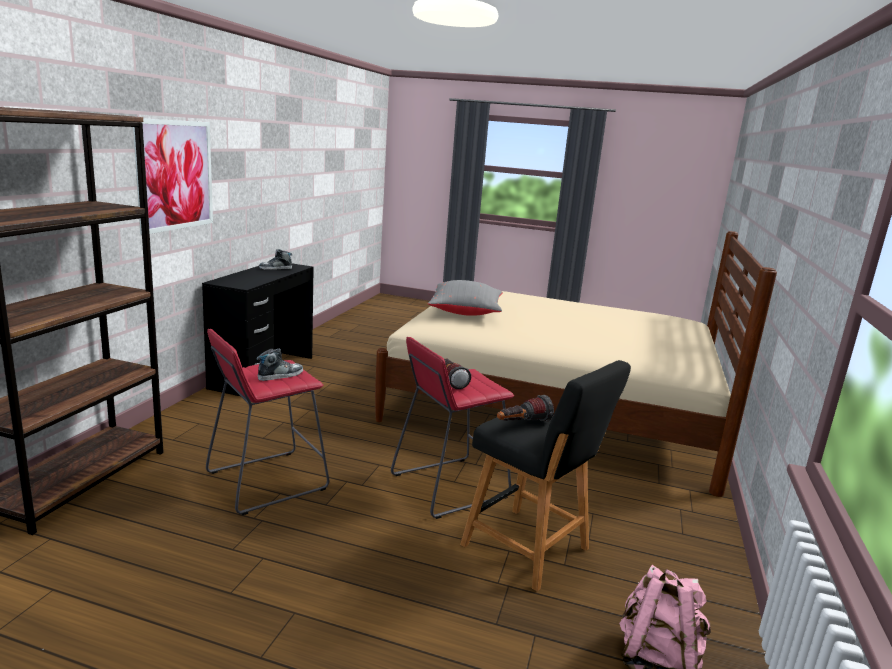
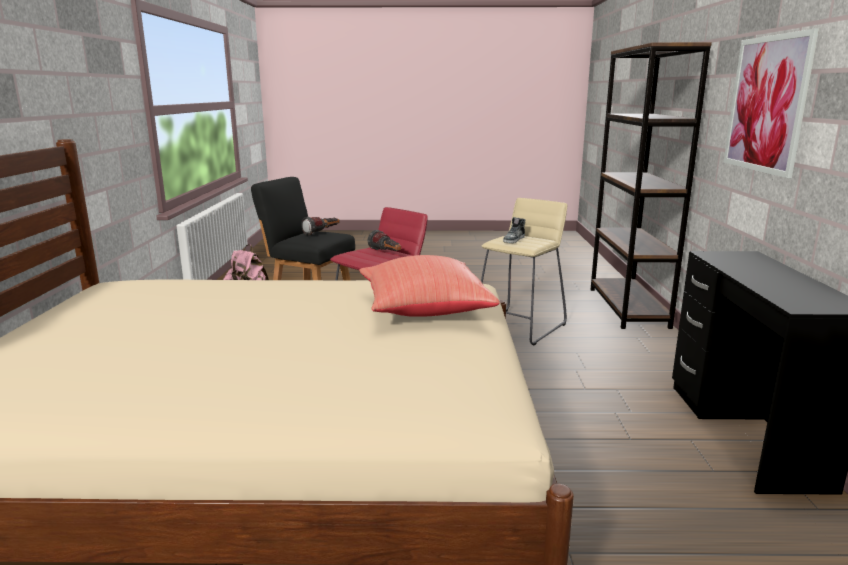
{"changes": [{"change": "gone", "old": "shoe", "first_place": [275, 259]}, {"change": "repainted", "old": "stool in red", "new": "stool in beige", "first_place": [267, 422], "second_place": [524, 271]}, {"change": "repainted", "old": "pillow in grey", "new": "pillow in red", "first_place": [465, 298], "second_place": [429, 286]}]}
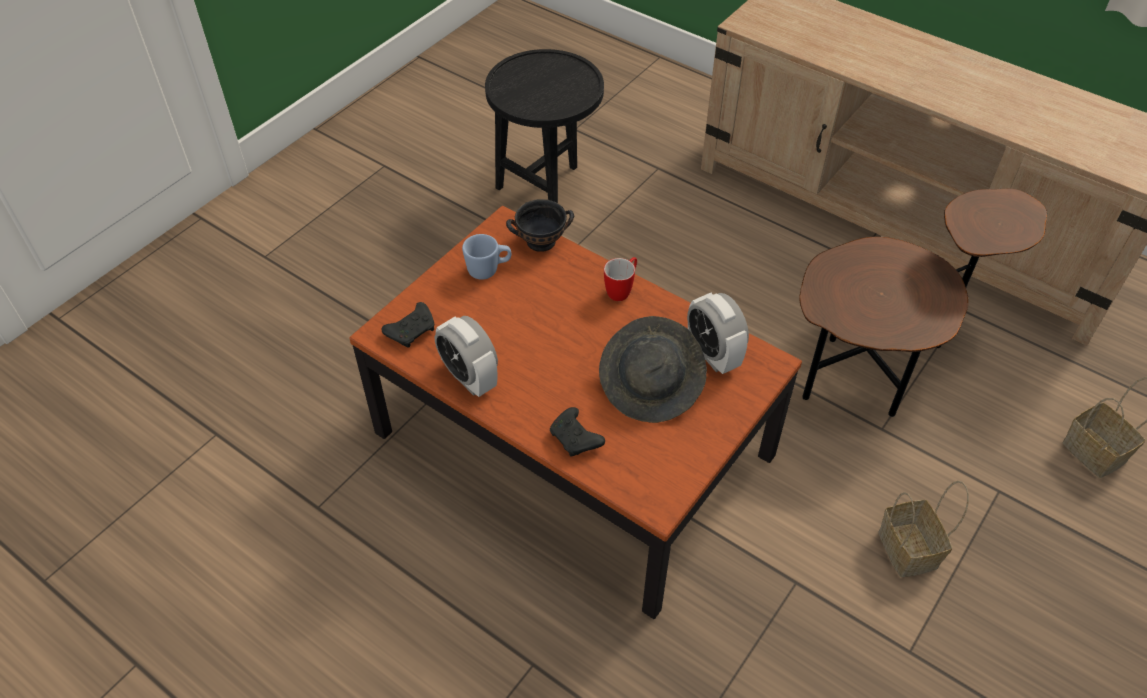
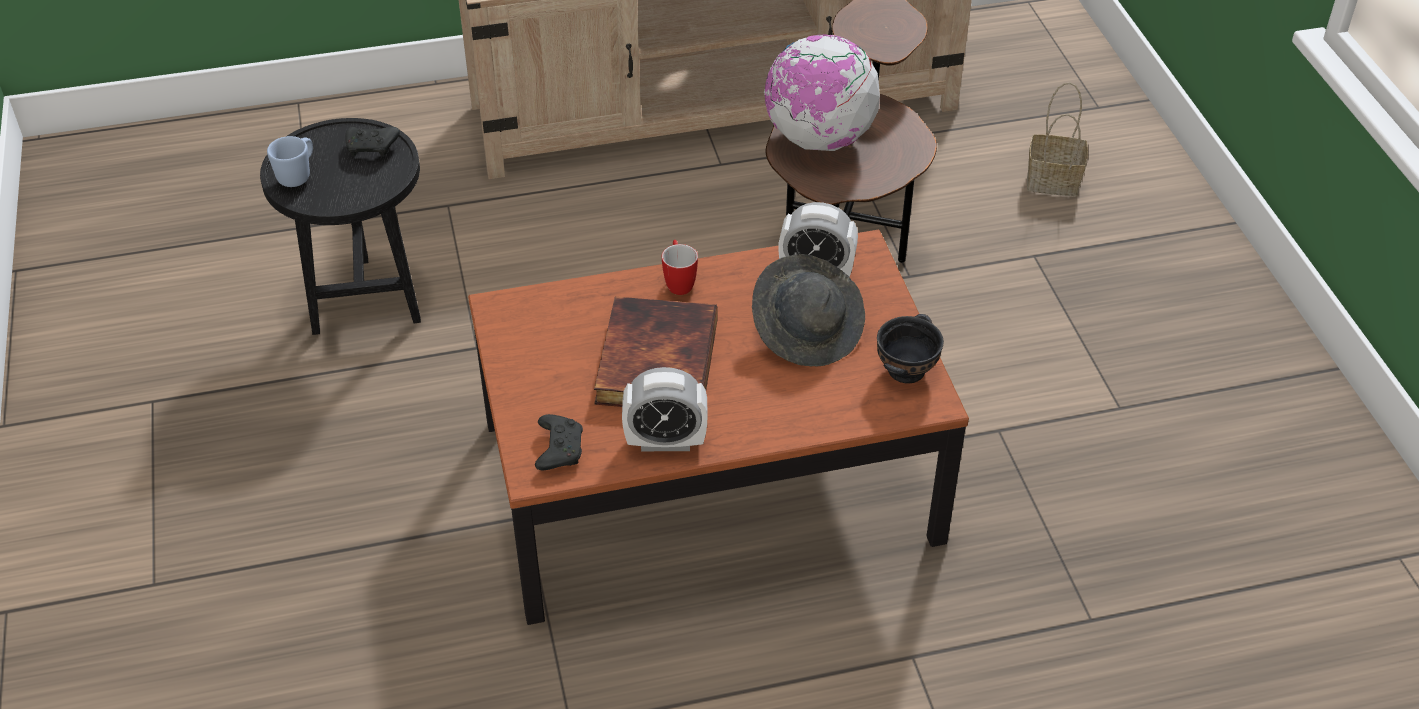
{"changes": [{"change": "gone", "old": "basket", "first_place": [923, 529]}, {"change": "new", "new": "book", "second_place": [656, 352]}, {"change": "new", "new": "globe", "second_place": [822, 92]}, {"change": "shifted", "old": "mug in blue", "first_place": [486, 257], "second_place": [290, 161]}, {"change": "shifted", "old": "bowl in black", "first_place": [540, 225], "second_place": [910, 348]}, {"change": "shifted", "old": "game controller in black", "first_place": [577, 432], "second_place": [372, 142]}]}
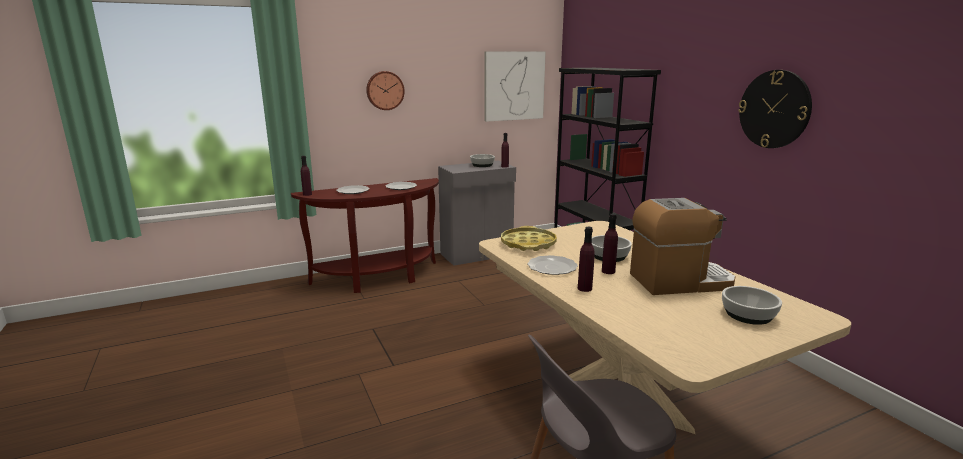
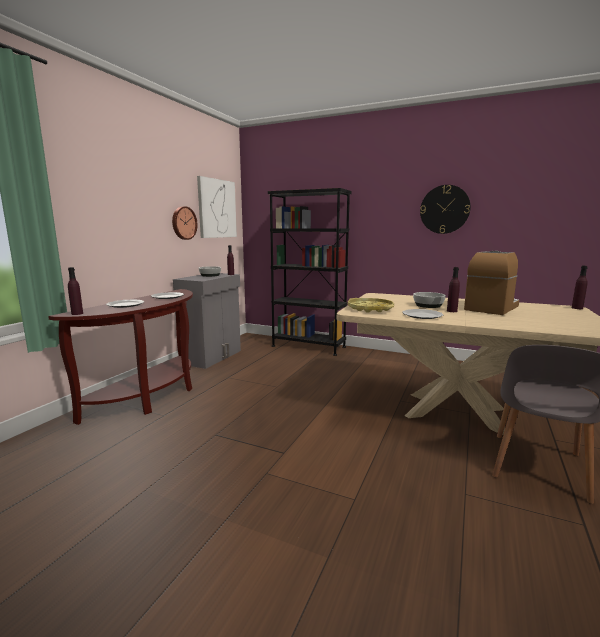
{"changes": [{"change": "gone", "old": "bowl", "first_place": [752, 305]}, {"change": "shifted", "old": "wall clock", "first_place": [385, 90], "second_place": [185, 223]}, {"change": "shifted", "old": "bottle in purple", "first_place": [586, 259], "second_place": [580, 287]}]}
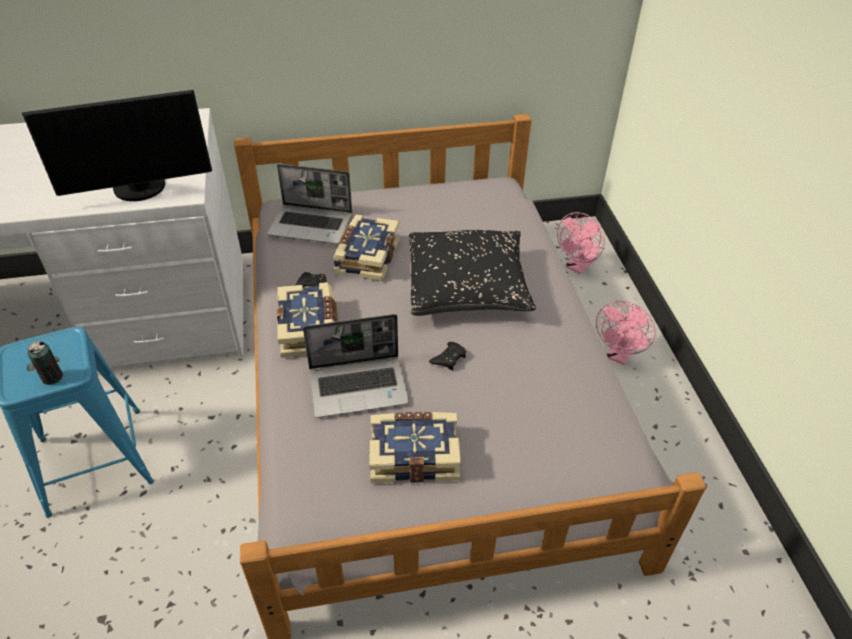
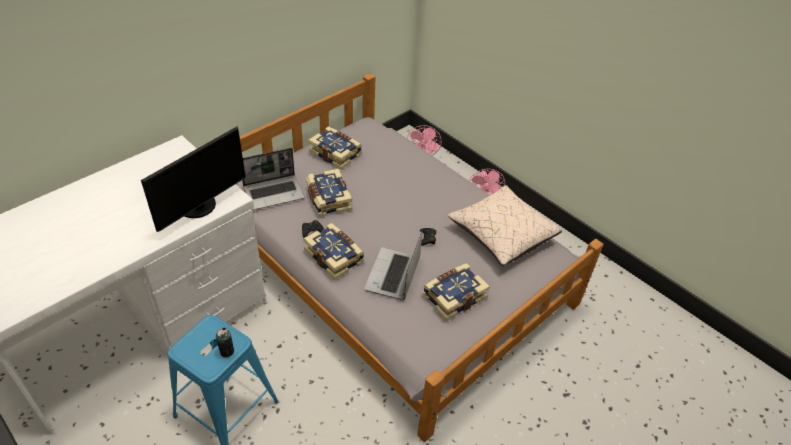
{"changes": [{"change": "gone", "old": "pillow in black", "first_place": [472, 273]}, {"change": "new", "new": "book", "second_place": [335, 148]}, {"change": "new", "new": "pillow in beige", "second_place": [505, 225]}, {"change": "rotated", "old": "laptop", "first_place": [356, 366], "second_place": [393, 265], "degrees": 150}]}
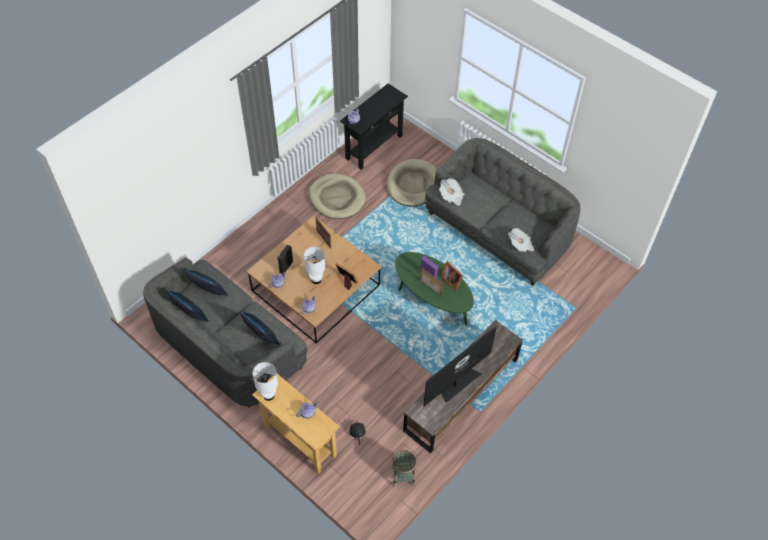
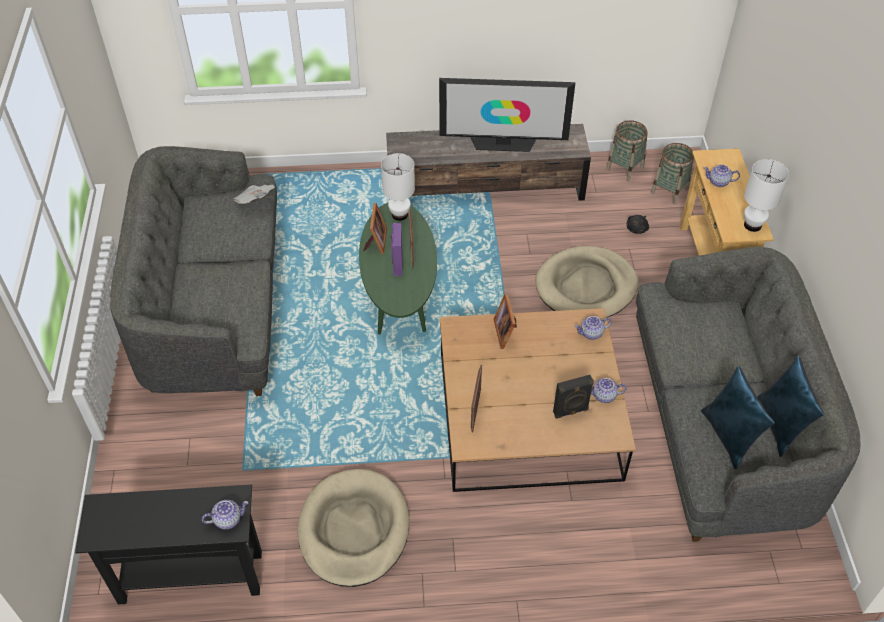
{"changes": [{"change": "gone", "old": "pillow in blue", "first_place": [259, 327]}, {"change": "gone", "old": "newspaper", "first_place": [451, 192]}, {"change": "new", "new": "basket", "second_place": [672, 174]}, {"change": "shifted", "old": "table lamp in white", "first_place": [314, 265], "second_place": [398, 187]}, {"change": "shifted", "old": "dog bed in beige", "first_place": [412, 183], "second_place": [587, 282]}]}
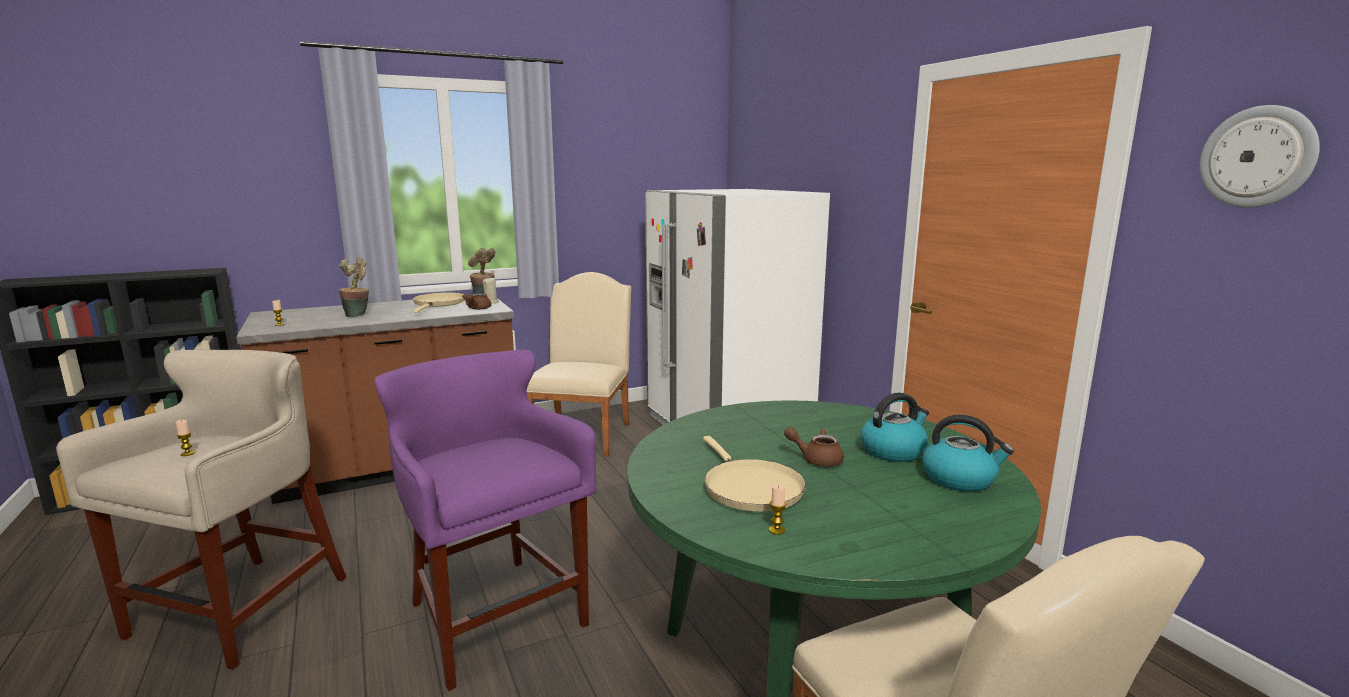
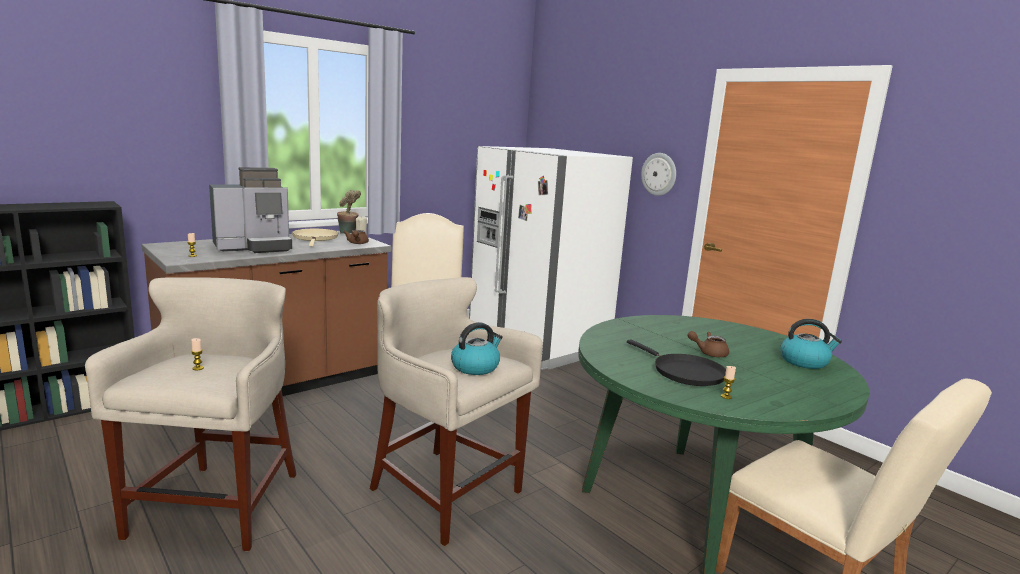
{"changes": [{"change": "shifted", "old": "kettle", "first_place": [894, 427], "second_place": [477, 348]}, {"change": "shifted", "old": "wall clock", "first_place": [1259, 156], "second_place": [658, 174]}, {"change": "swapped", "old": "potted plant", "new": "coffee machine", "first_place": [354, 287], "second_place": [250, 210]}, {"change": "repainted", "old": "stool in purple", "new": "stool in beige", "first_place": [485, 520], "second_place": [456, 411]}, {"change": "repainted", "old": "frying pan in beige", "new": "frying pan in black", "first_place": [754, 473], "second_place": [676, 363]}]}
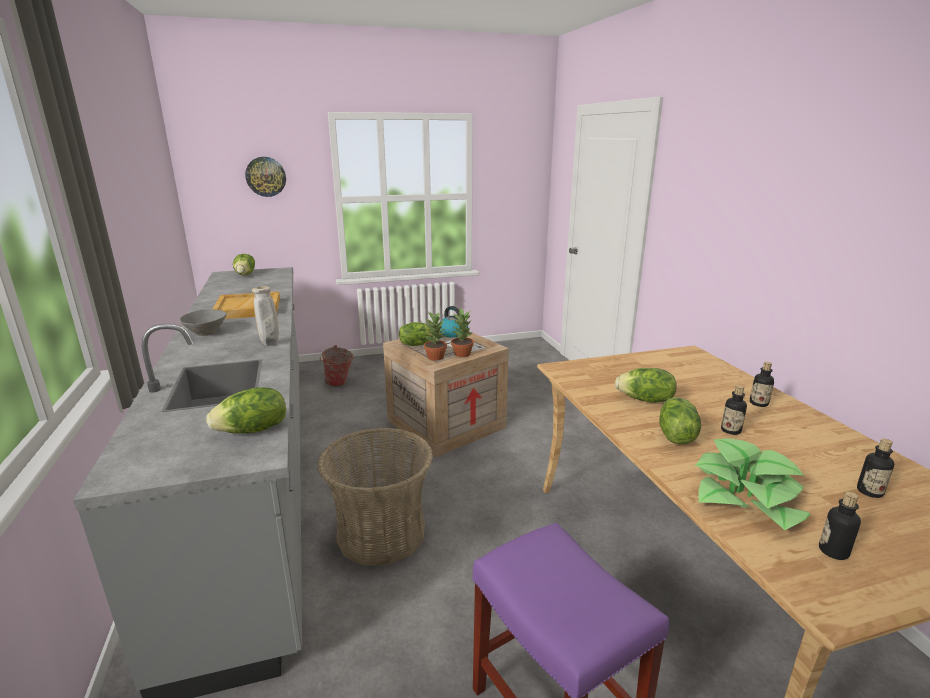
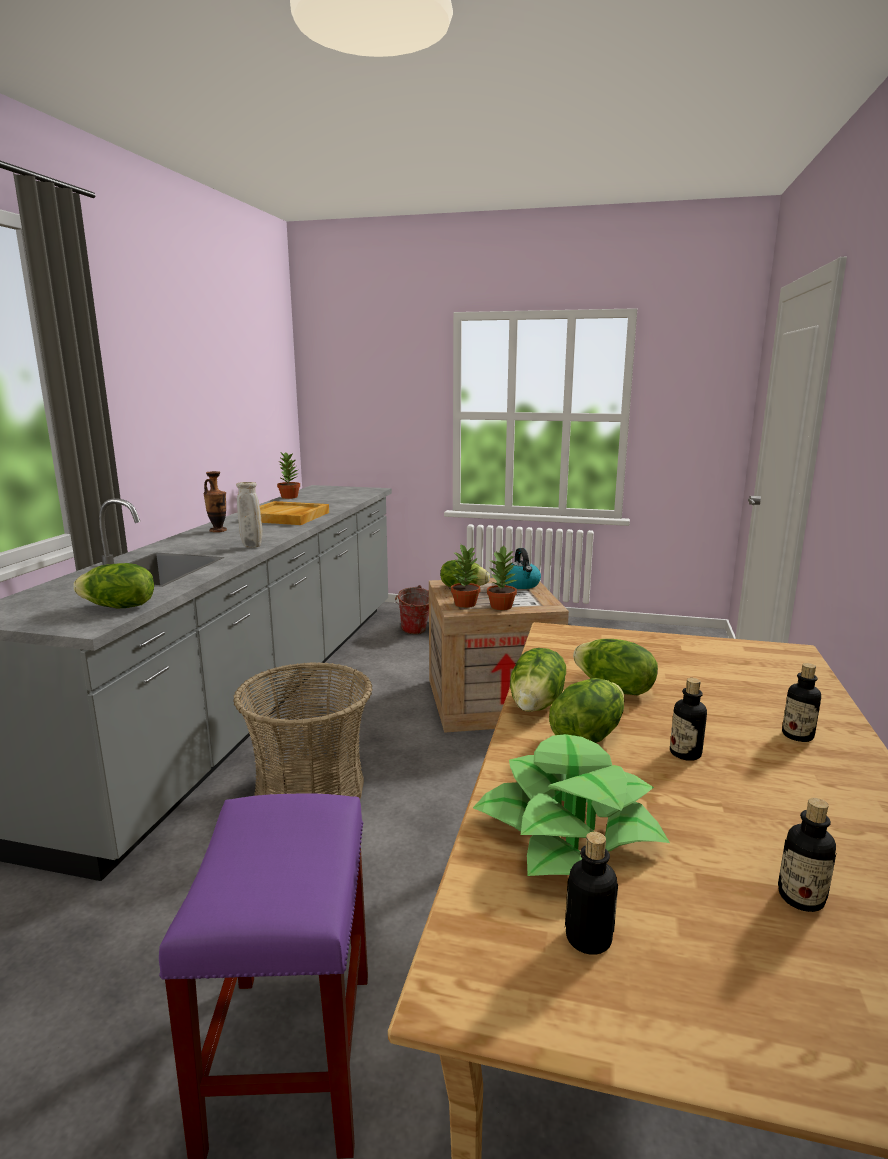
{"changes": [{"change": "gone", "old": "wall clock", "first_place": [265, 177]}, {"change": "new", "new": "potted plant", "second_place": [288, 475]}, {"change": "shifted", "old": "lettuce", "first_place": [244, 264], "second_place": [538, 680]}, {"change": "swapped", "old": "bowl in grey", "new": "vase", "first_place": [203, 322], "second_place": [215, 501]}]}
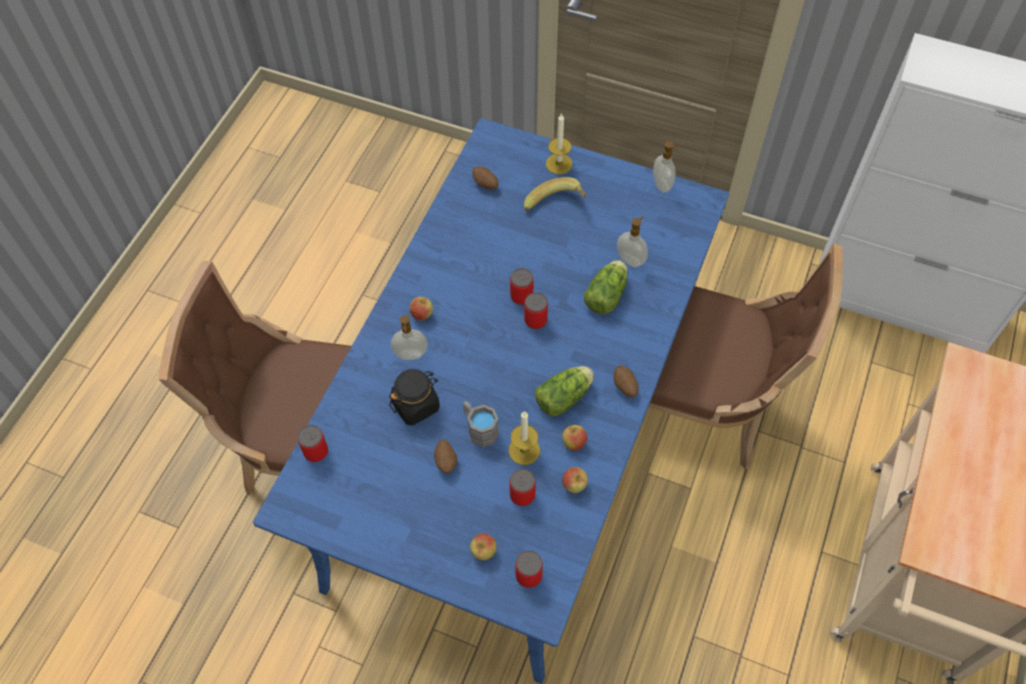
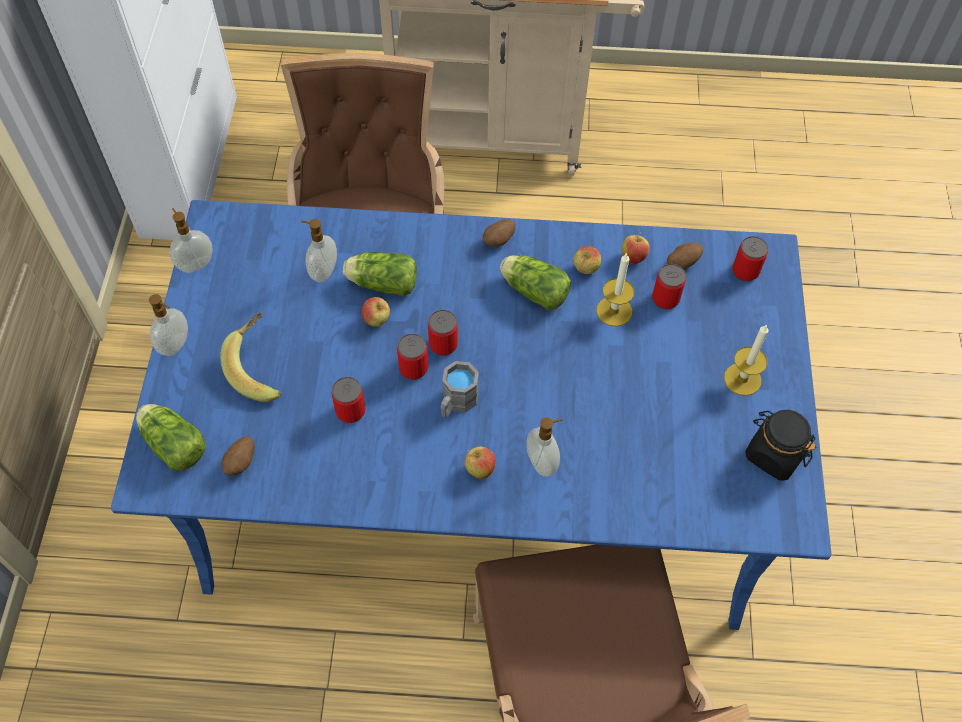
{"changes": [{"change": "new", "new": "lettuce", "second_place": [171, 437]}, {"change": "new", "new": "soap dispenser", "second_place": [168, 325]}, {"change": "shifted", "old": "can", "first_place": [313, 443], "second_place": [348, 400]}, {"change": "shifted", "old": "jar in black", "first_place": [414, 397], "second_place": [780, 445]}, {"change": "shifted", "old": "potato", "first_place": [445, 456], "second_place": [685, 256]}, {"change": "shifted", "old": "mug in grey", "first_place": [481, 424], "second_place": [460, 389]}, {"change": "shifted", "old": "apple", "first_place": [483, 546], "second_place": [376, 312]}, {"change": "shifted", "old": "candle", "first_place": [559, 143], "second_place": [746, 360]}]}
